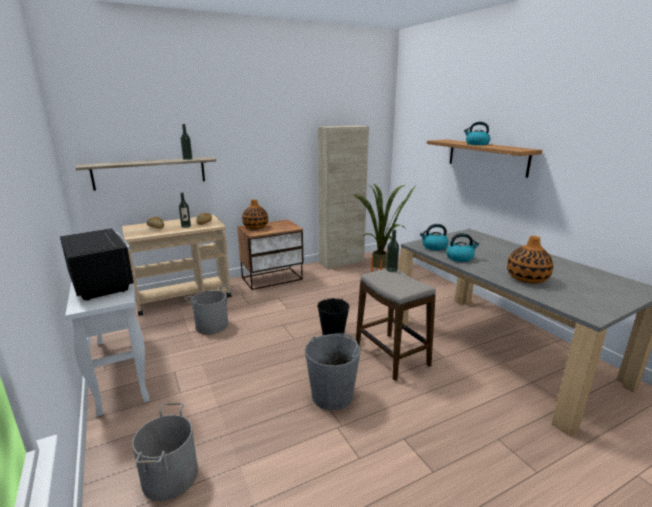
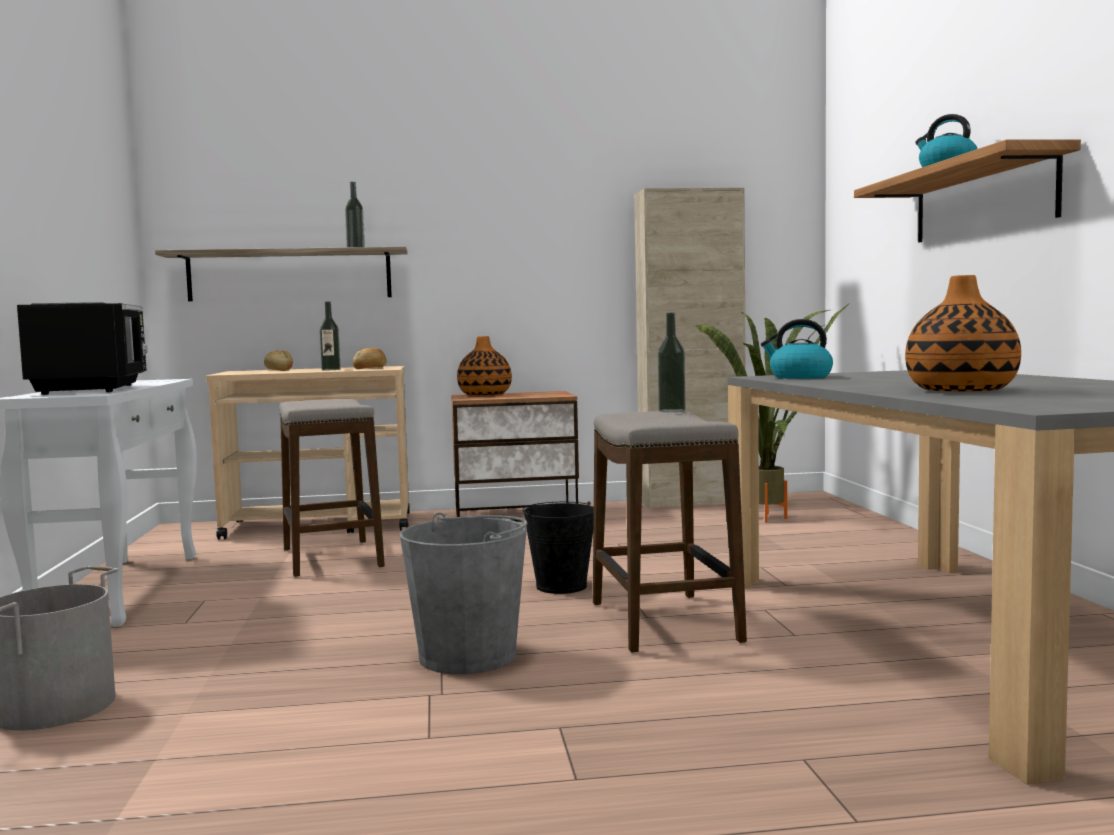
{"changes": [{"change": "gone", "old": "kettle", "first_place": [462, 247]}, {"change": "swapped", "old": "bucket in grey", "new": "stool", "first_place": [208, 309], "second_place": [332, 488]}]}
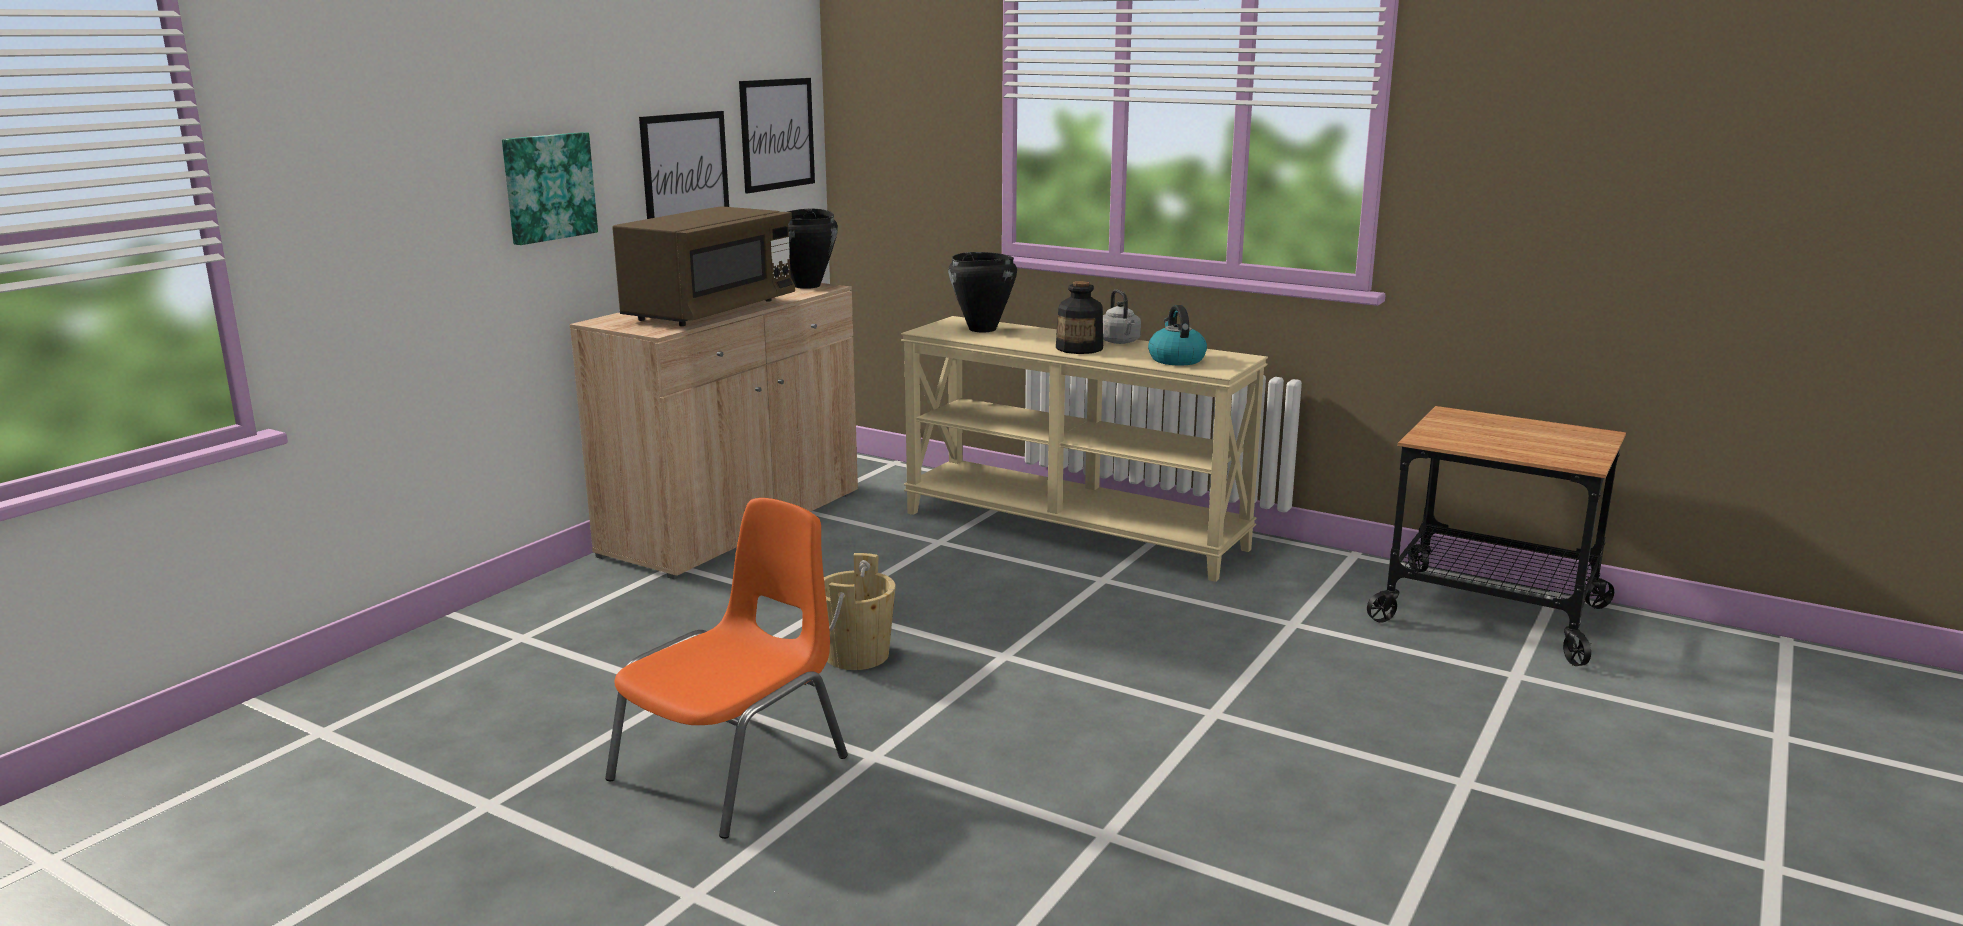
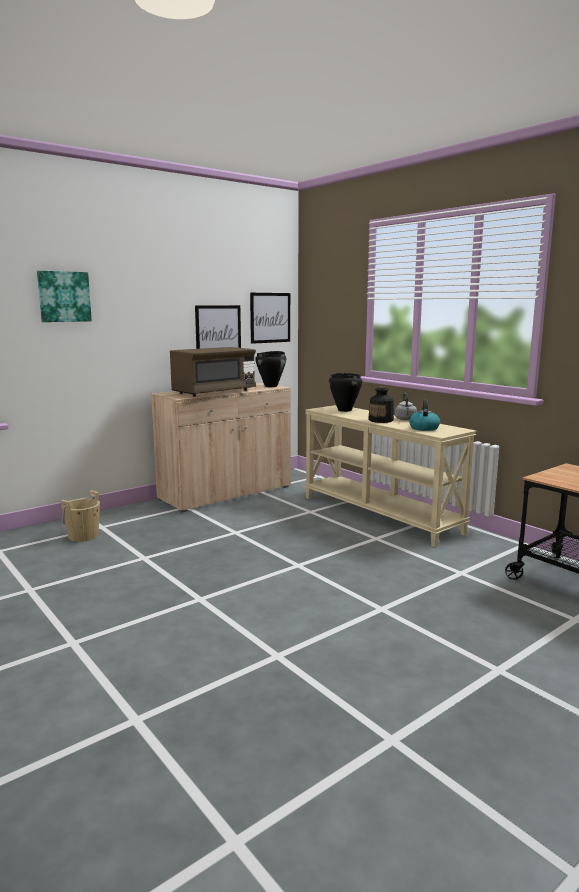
{"changes": [{"change": "gone", "old": "chair in orange", "first_place": [726, 668]}, {"change": "shifted", "old": "picture", "first_place": [550, 188], "second_place": [64, 296]}, {"change": "shifted", "old": "bucket in beige", "first_place": [860, 611], "second_place": [80, 516]}]}
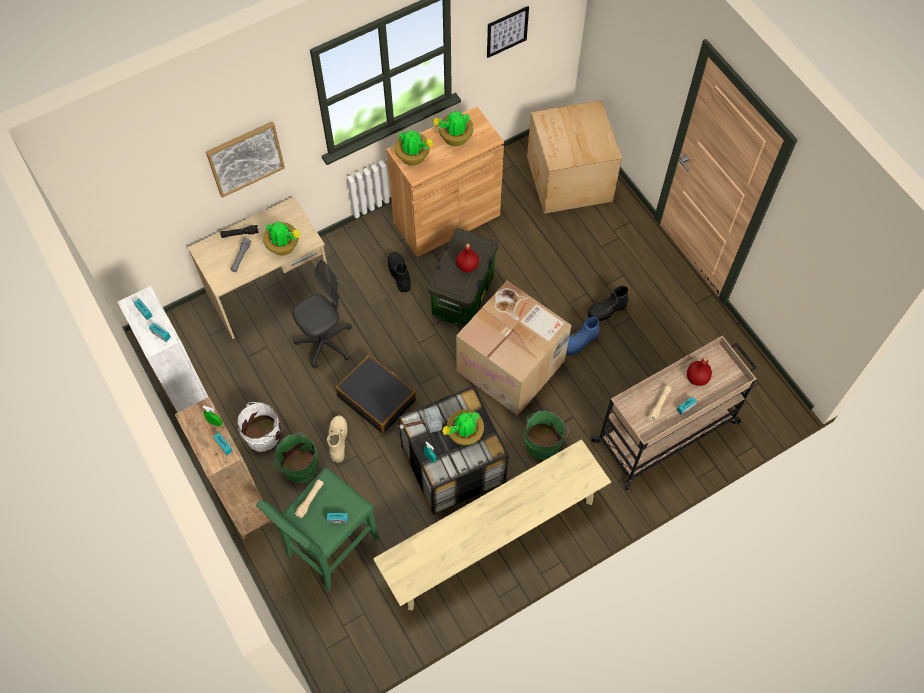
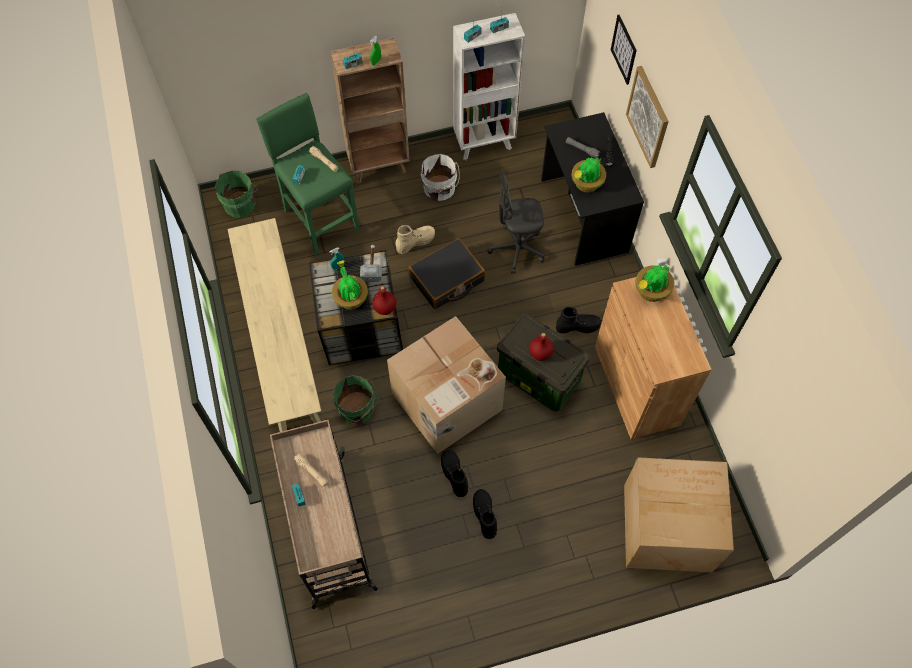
{"changes": [{"change": "gone", "old": "potted plant", "first_place": [453, 128]}, {"change": "shifted", "old": "bucket in green", "first_place": [295, 458], "second_place": [236, 194]}, {"change": "shifted", "old": "picture", "first_place": [508, 32], "second_place": [624, 50]}, {"change": "shifted", "old": "bottle in red", "first_place": [699, 371], "second_place": [384, 300]}, {"change": "repainted", "old": "desk in beige", "new": "desk in black", "first_place": [257, 268], "second_place": [592, 189]}, {"change": "repainted", "old": "boot in blue", "new": "boot in black", "first_place": [583, 336], "second_place": [454, 473]}, {"change": "rotated", "old": "office chair in grey", "first_place": [322, 314], "second_place": [516, 222], "degrees": 105}, {"change": "rotated", "old": "boot in beige", "first_place": [337, 438], "second_place": [415, 239], "degrees": -45}]}
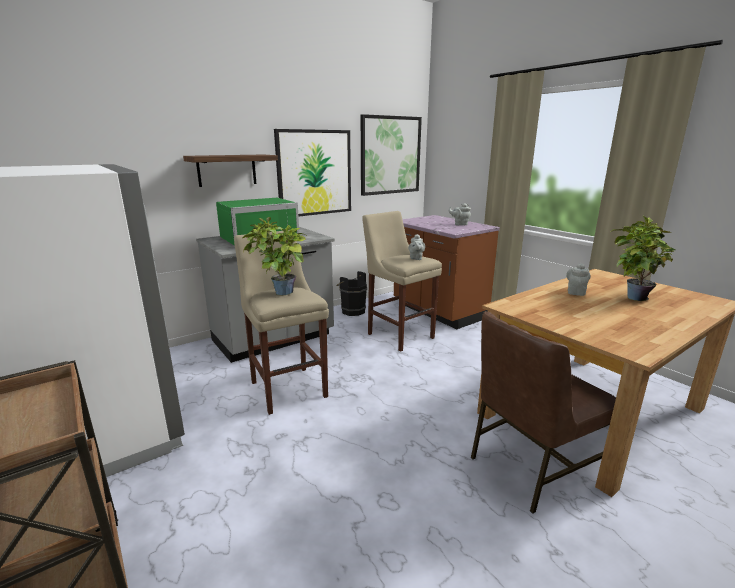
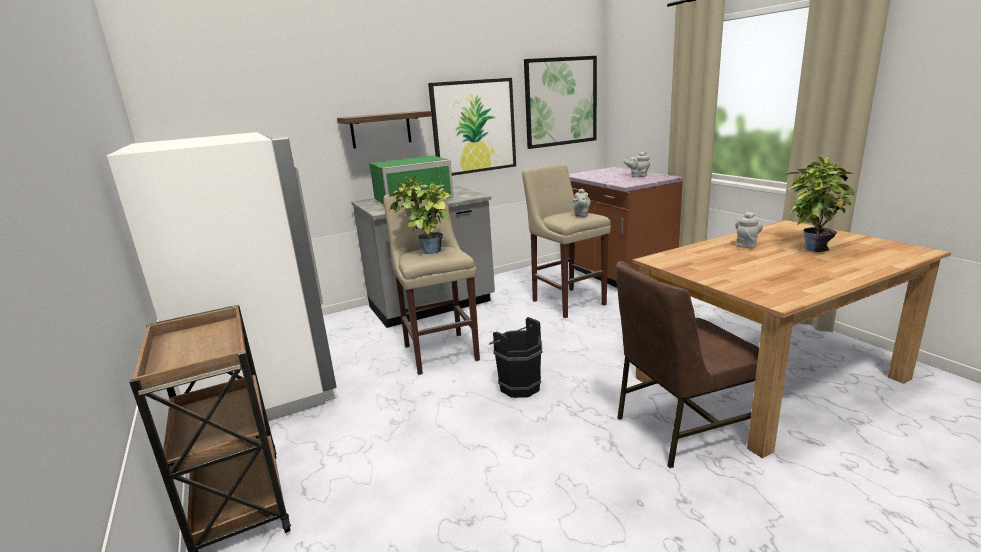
{"changes": [{"change": "shifted", "old": "bucket in black", "first_place": [351, 293], "second_place": [515, 357]}]}
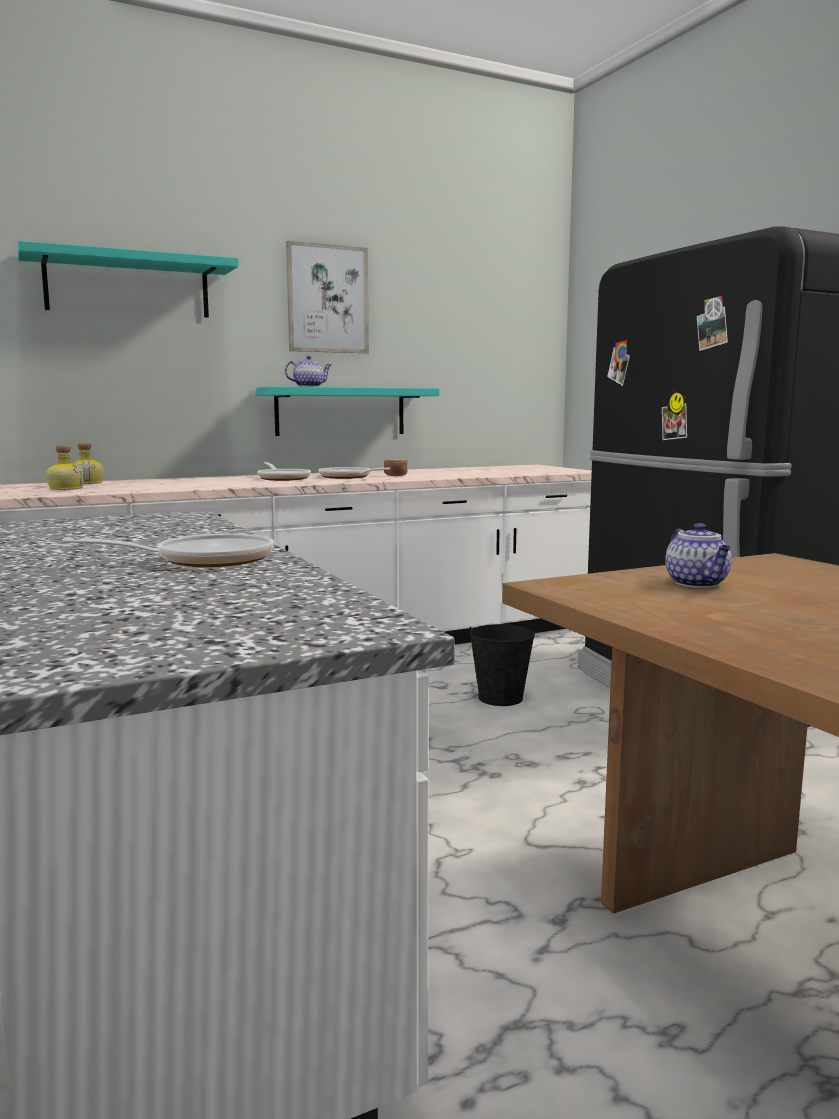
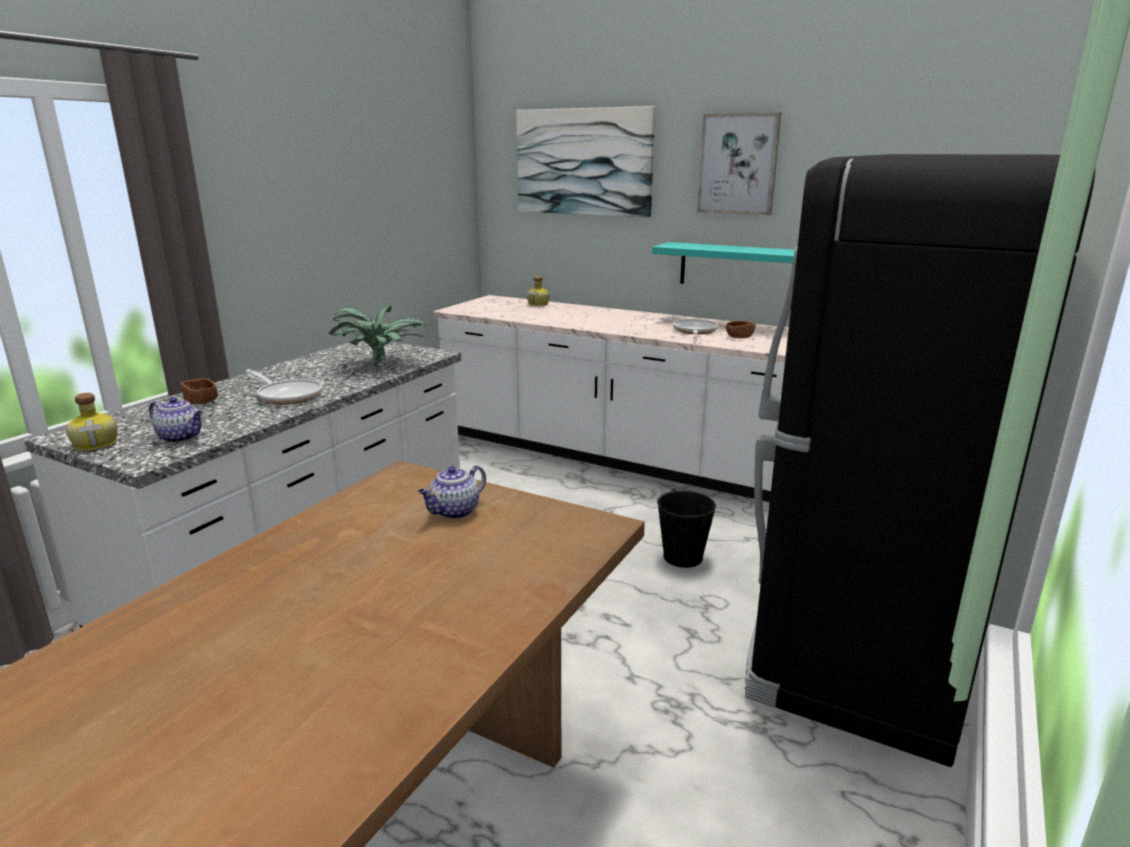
{"changes": [{"change": "gone", "old": "frying pan", "first_place": [284, 471]}, {"change": "new", "new": "bowl in brown", "second_place": [199, 391]}, {"change": "new", "new": "potted plant", "second_place": [377, 336]}, {"change": "shifted", "old": "bottle", "first_place": [65, 467], "second_place": [92, 422]}, {"change": "shifted", "old": "teapot", "first_place": [308, 371], "second_place": [176, 420]}, {"change": "swapped", "old": "shelf in turquoise", "new": "picture", "first_place": [128, 279], "second_place": [585, 161]}]}
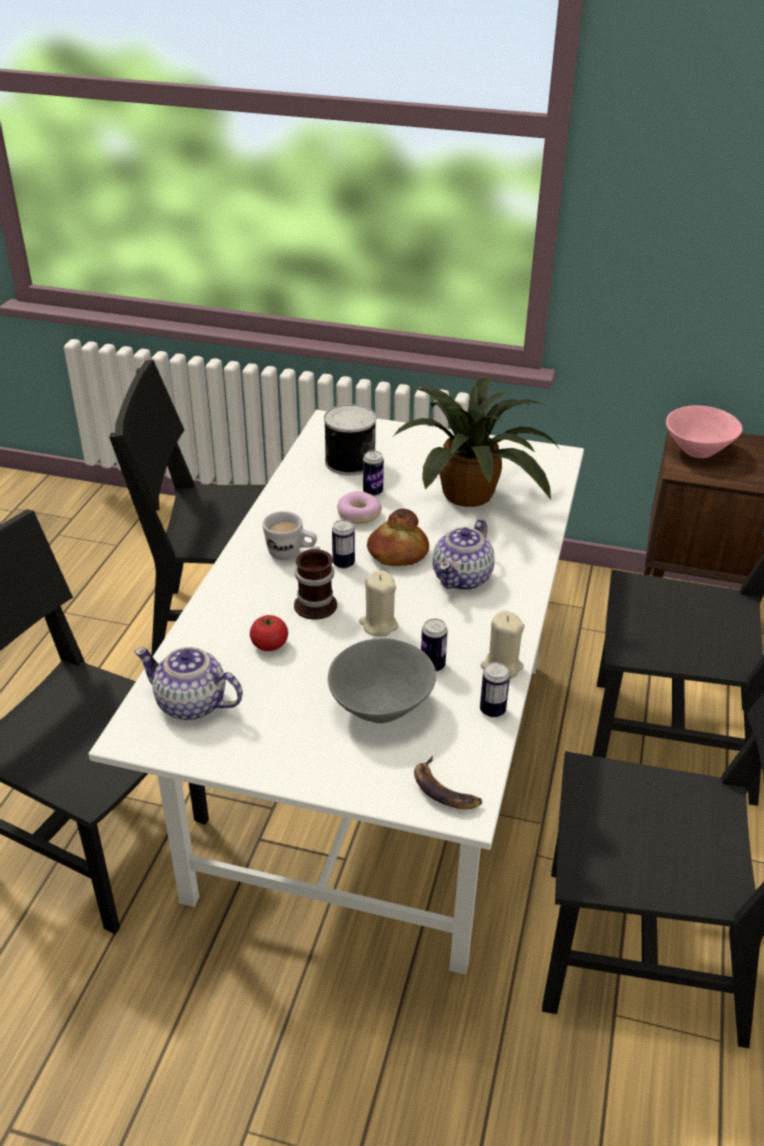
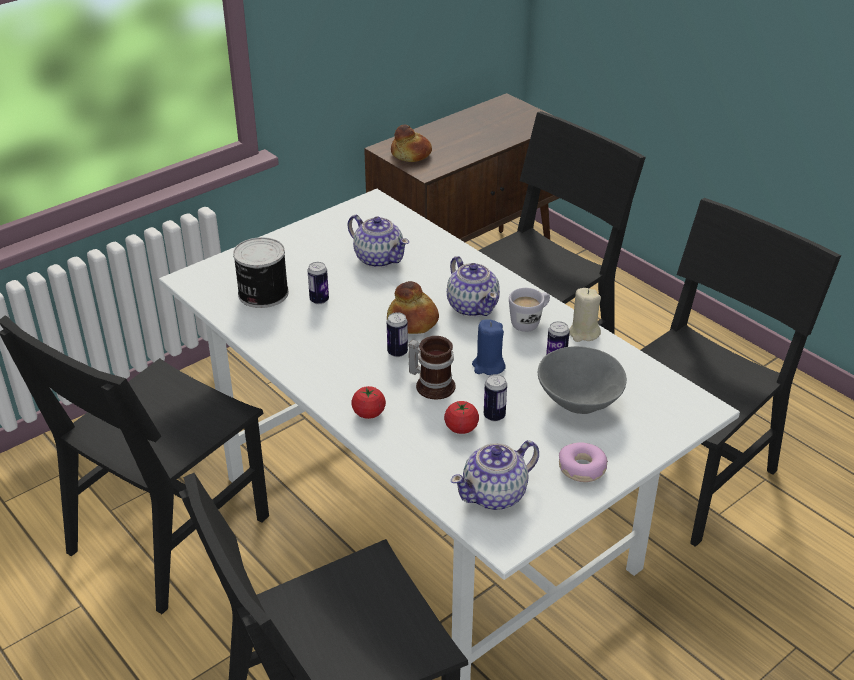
{"changes": [{"change": "gone", "old": "banana", "first_place": [448, 783]}, {"change": "new", "new": "tomato", "second_place": [368, 402]}, {"change": "shifted", "old": "mug in white", "first_place": [290, 535], "second_place": [529, 310]}, {"change": "shifted", "old": "donut", "first_place": [359, 507], "second_place": [583, 462]}, {"change": "shifted", "old": "can", "first_place": [495, 690], "second_place": [495, 397]}, {"change": "swapped", "old": "potted plant", "new": "teapot", "first_place": [475, 442], "second_place": [378, 241]}, {"change": "swapped", "old": "bowl in pink", "new": "bread", "first_place": [704, 432], "second_place": [411, 143]}, {"change": "repainted", "old": "candle in beige", "new": "candle in blue", "first_place": [379, 603], "second_place": [489, 347]}]}
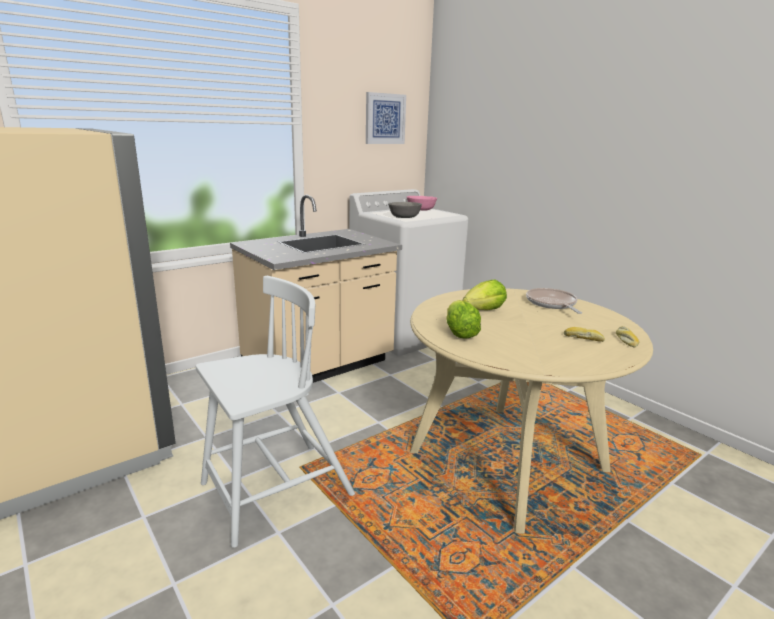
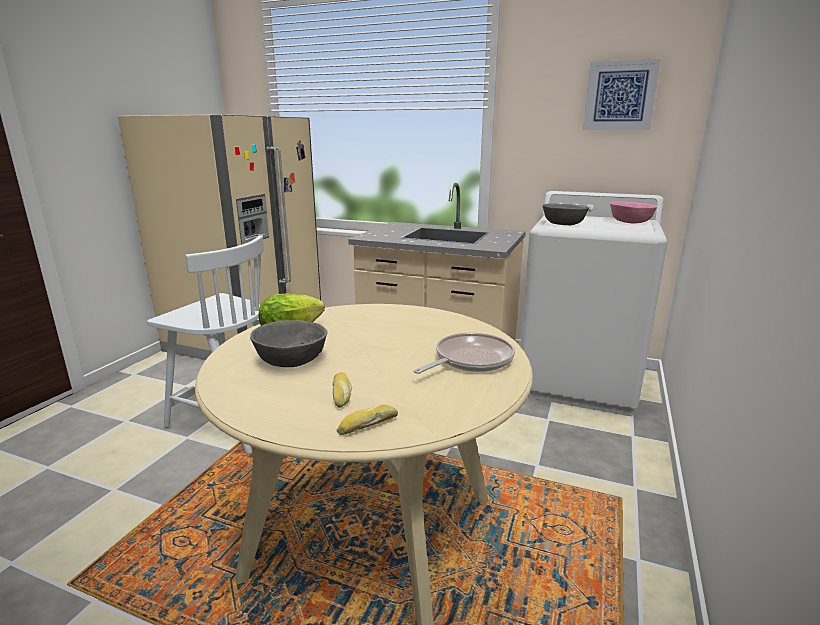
{"changes": [{"change": "gone", "old": "lettuce", "first_place": [485, 295]}, {"change": "new", "new": "bowl in grey", "second_place": [289, 343]}]}
